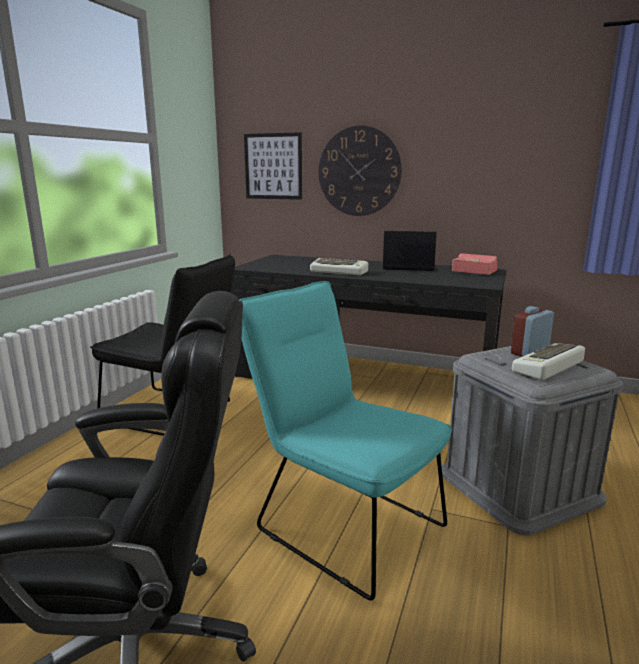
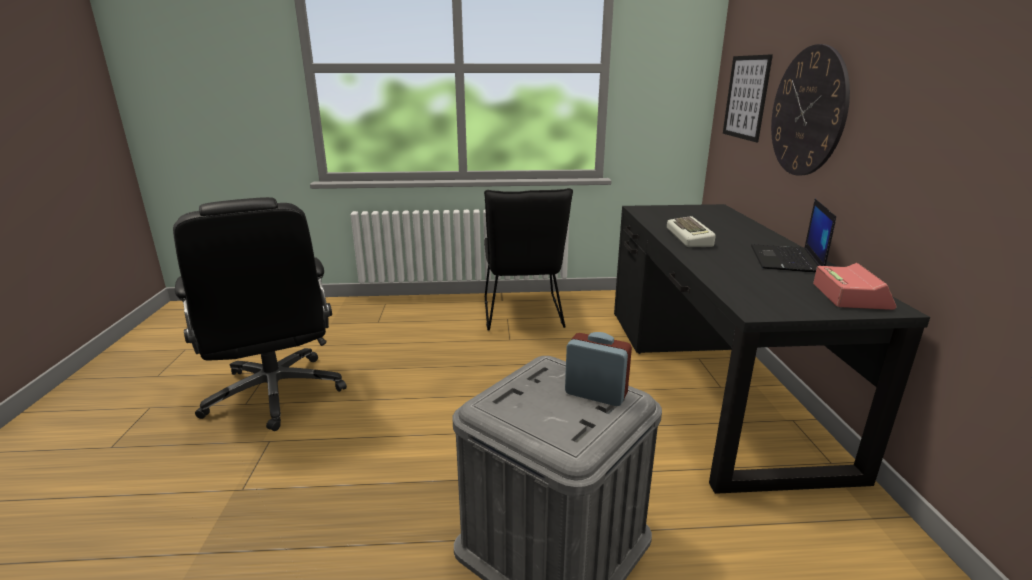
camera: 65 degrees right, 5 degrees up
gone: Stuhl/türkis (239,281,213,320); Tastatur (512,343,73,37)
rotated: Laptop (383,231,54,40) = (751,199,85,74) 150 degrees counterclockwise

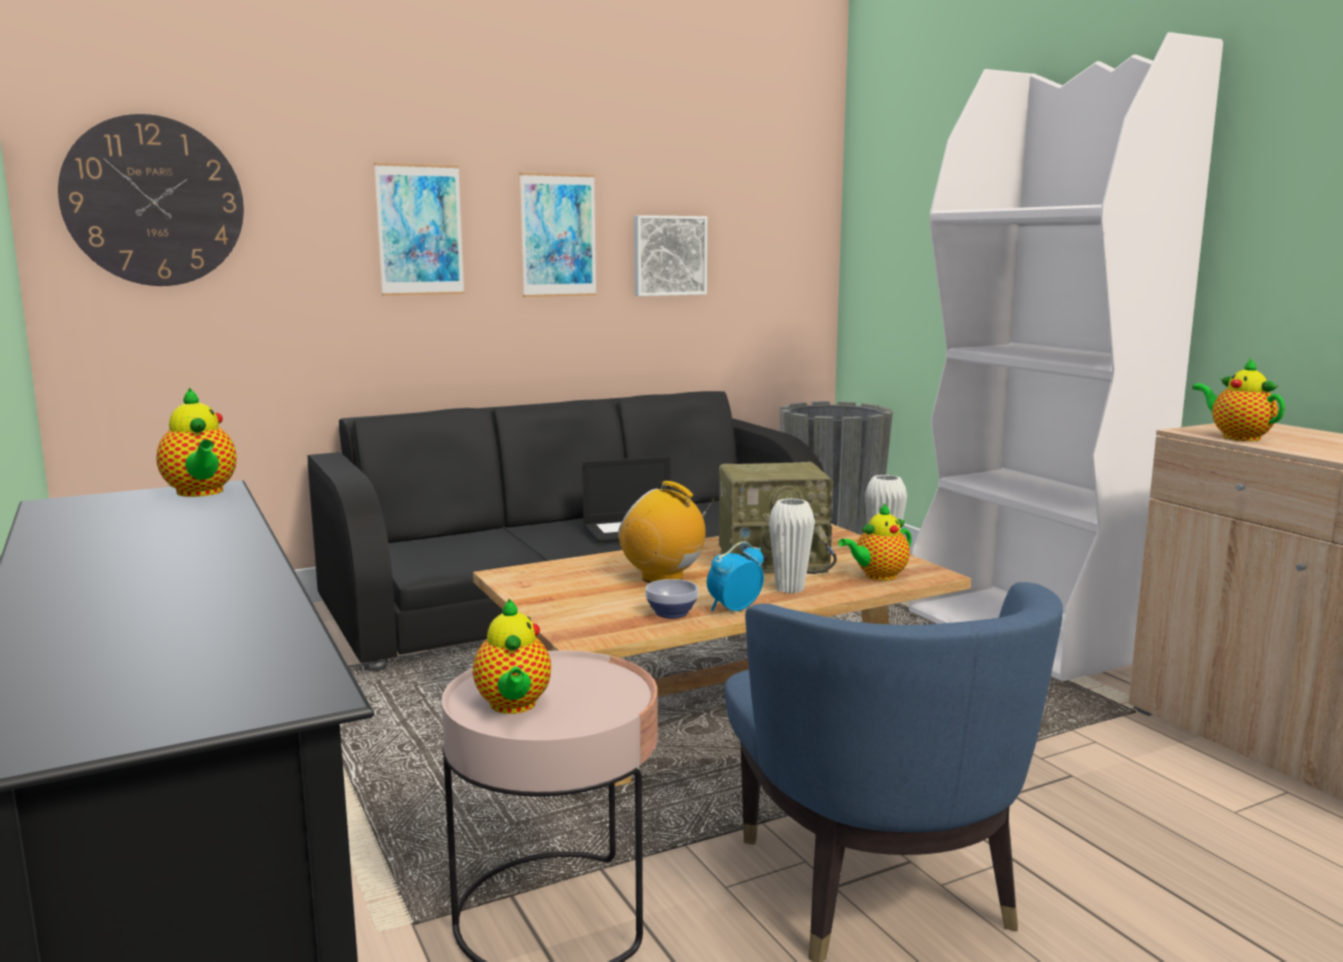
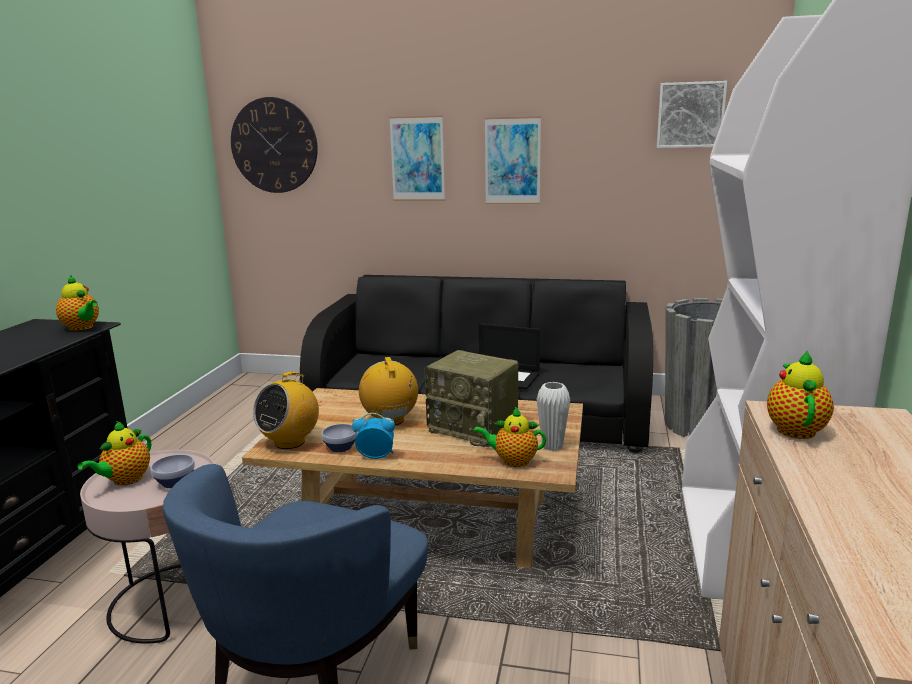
camera: 40 degrees right, 5 degrees up
gone: Vase/weiß (769,498,46,95)
new: Radio (253,372,66,77); Schüssel (150,454,45,34)
shifted: Bild (634,215,73,81) to (657,81,70,67)
rotated: Teekanne (156,387,81,110) = (56,276,43,55) 60 degrees counterclockwise

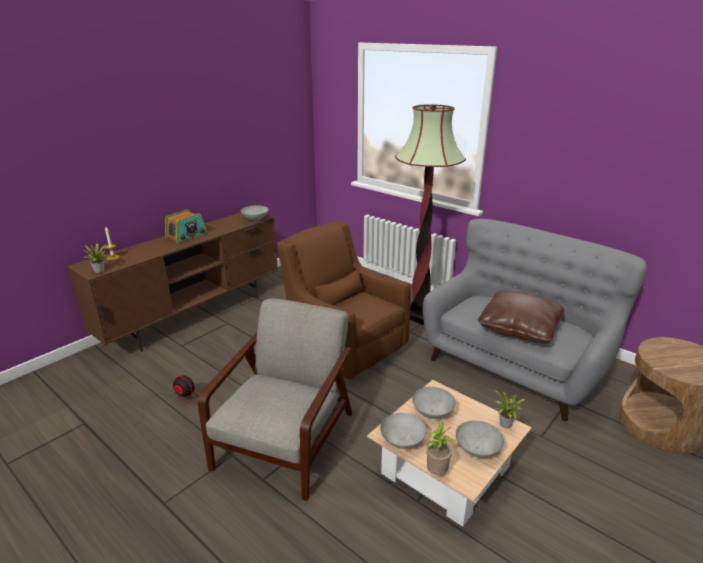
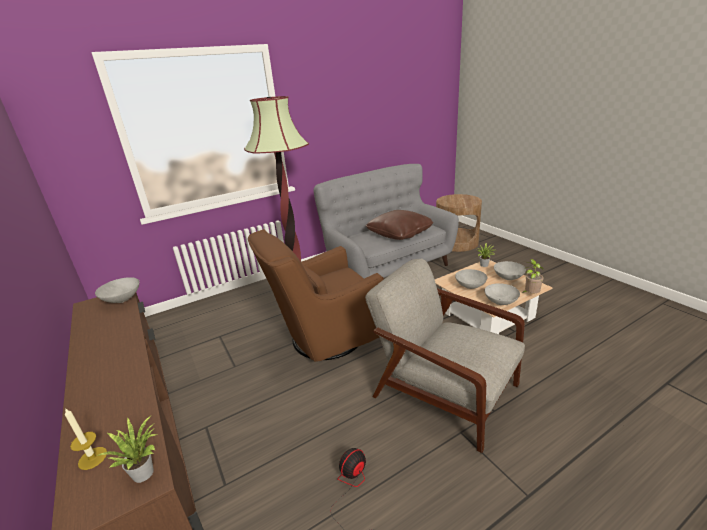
camera: 70 degrees left, 0 degrees up
gone: Radio (165,210,42,33)

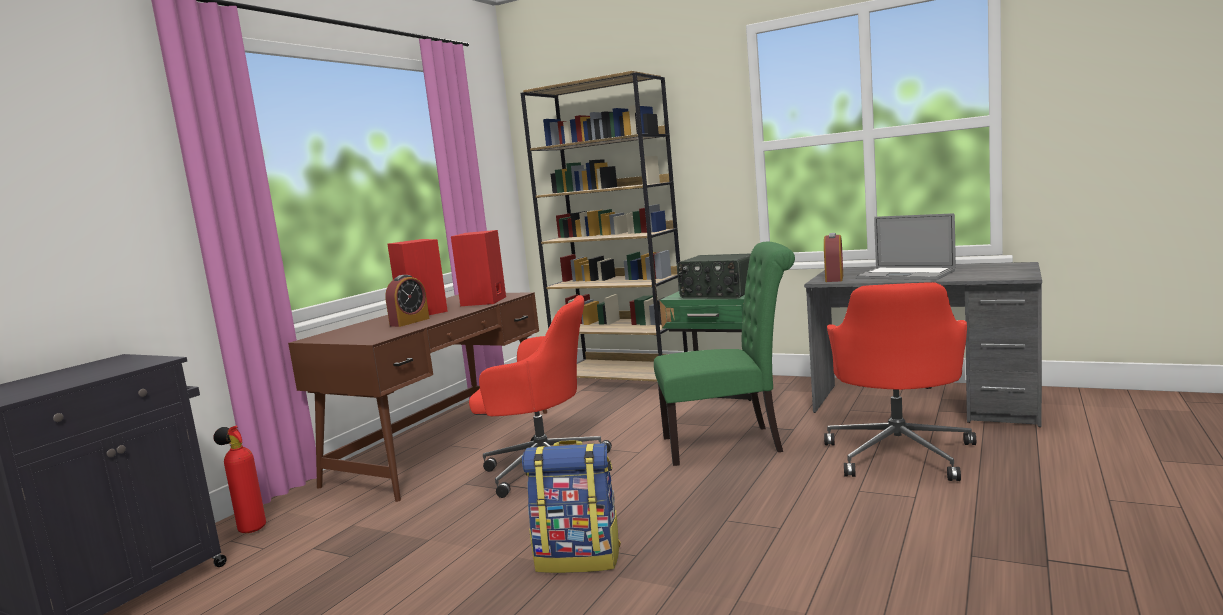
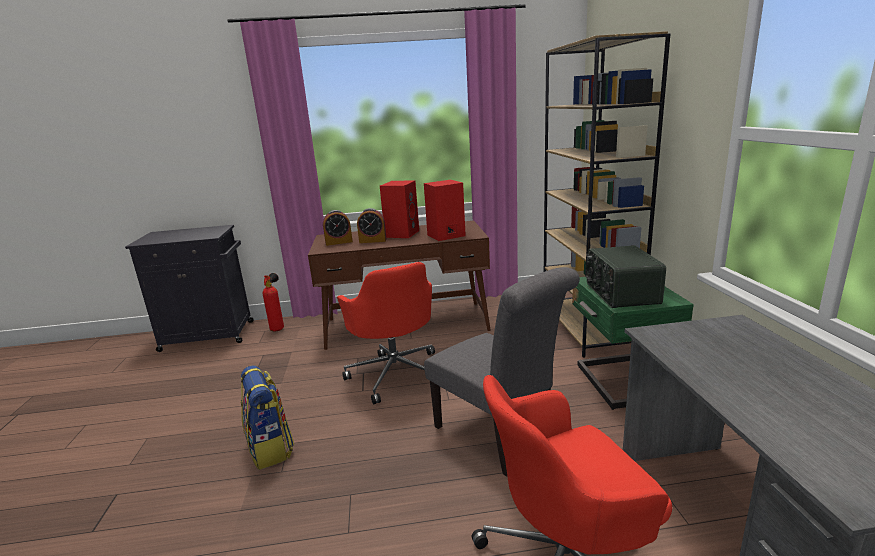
camera: 55 degrees right, 10 degrees up
gone: Laptop (856,213,100,67)
shifted: Wecker (824,233,19,49) to (323,210,30,36)
repainted: Stuhl/grün (654,242,141,224) to Stuhl/grau (424,267,156,210)

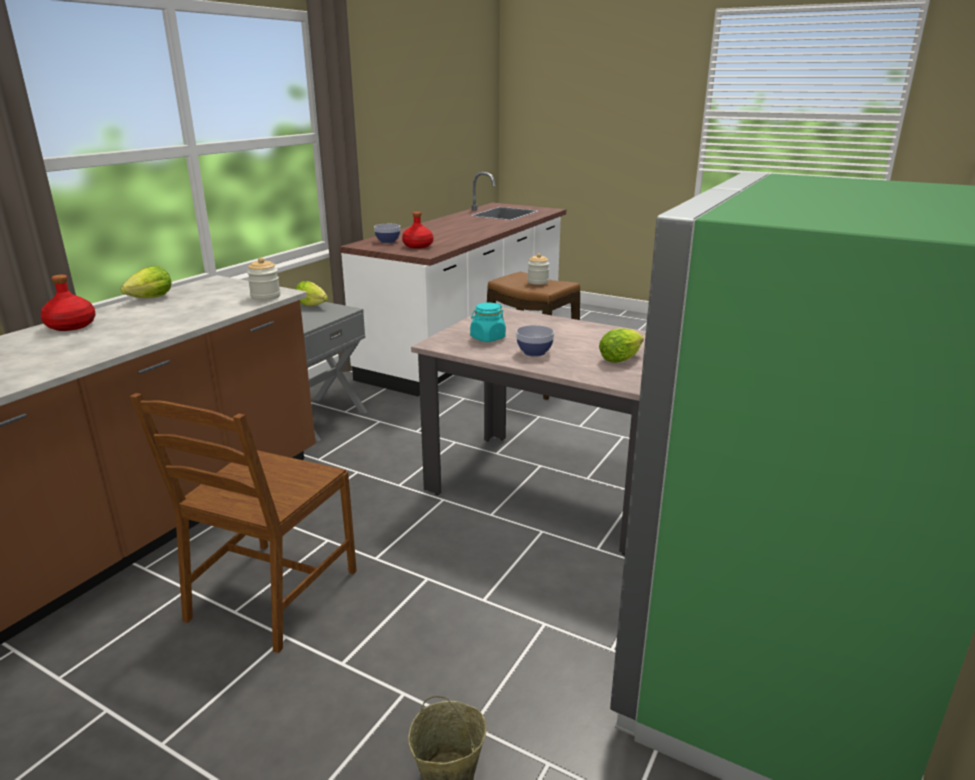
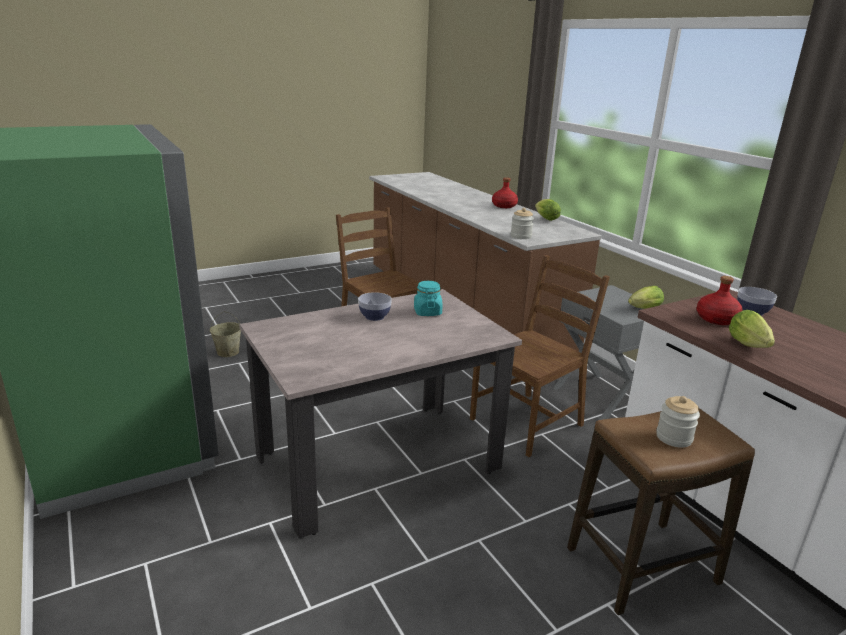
camera: 120 degrees right, 0 degrees up
new: Stuhl/braun (470,255,140,202)
shifted: Salatkopf (599,328,45,35) to (729,310,46,38)

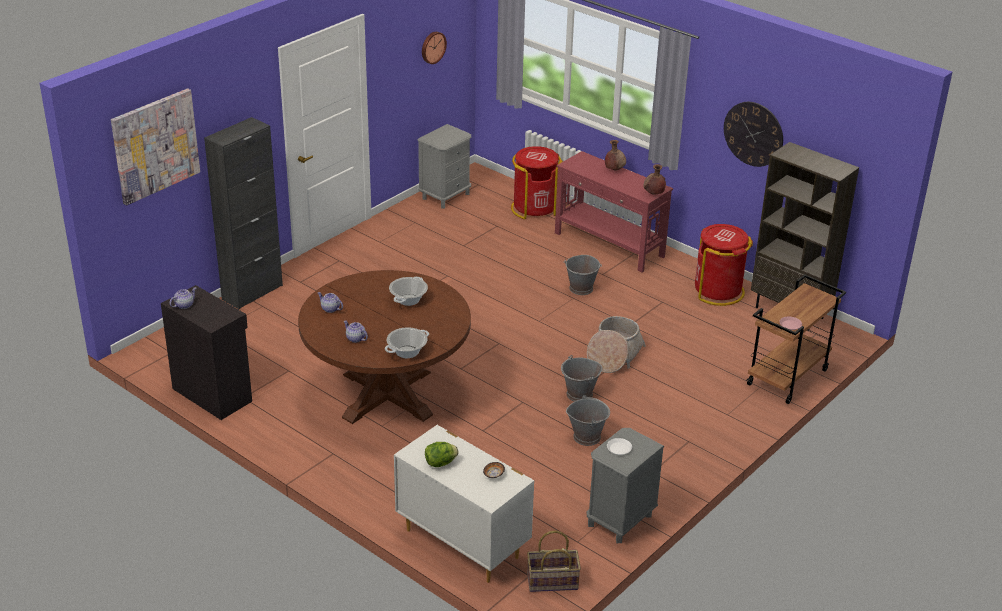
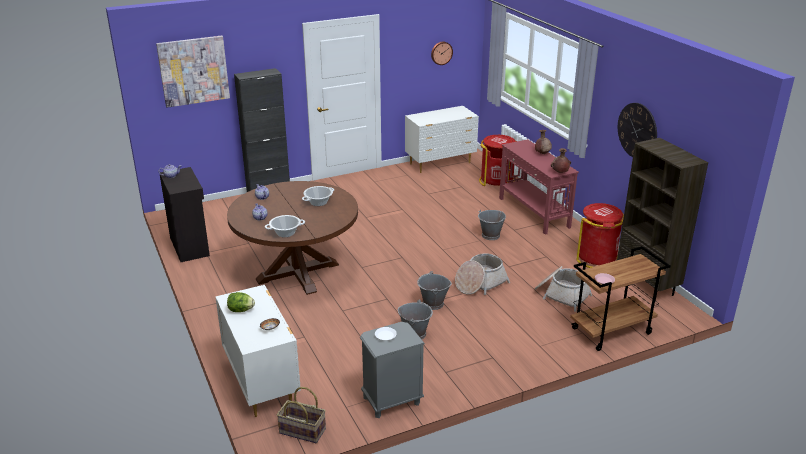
camera: 25 degrees right, 5 degrees down
new: Korb (535,266,57,46)
swapped: Nachttisch/grau (417,124,55,84) to Kommode/weiß (405,106,74,67)

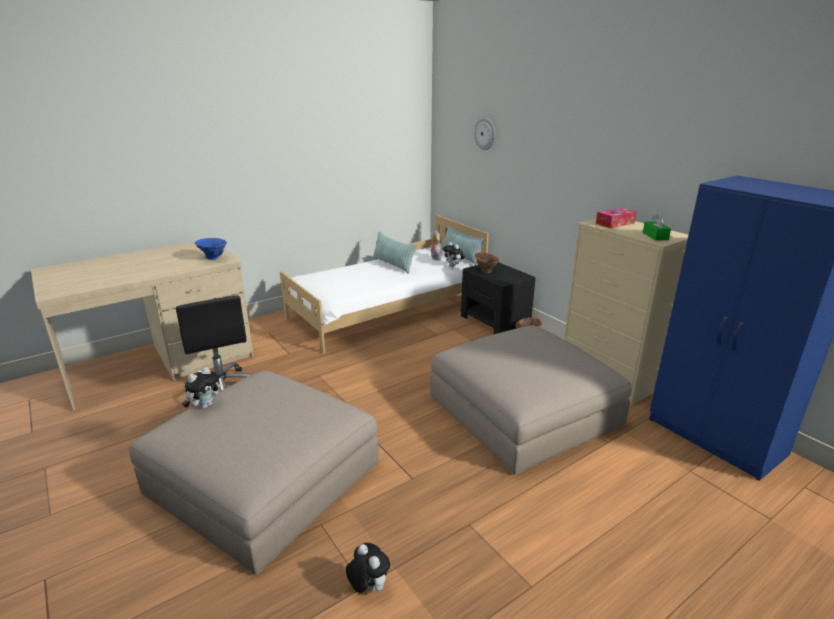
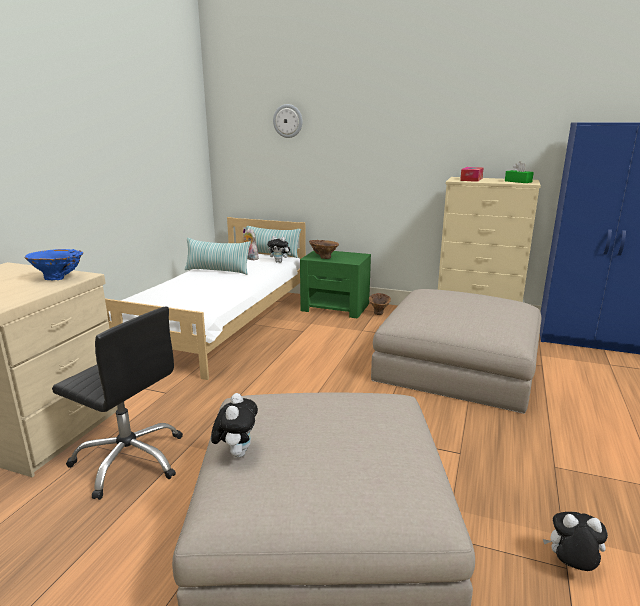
camera: 35 degrees left, 5 degrees down
repainted: Nachttisch/schwarz (461,262,75,72) to Nachttisch/grün (300,250,71,68)

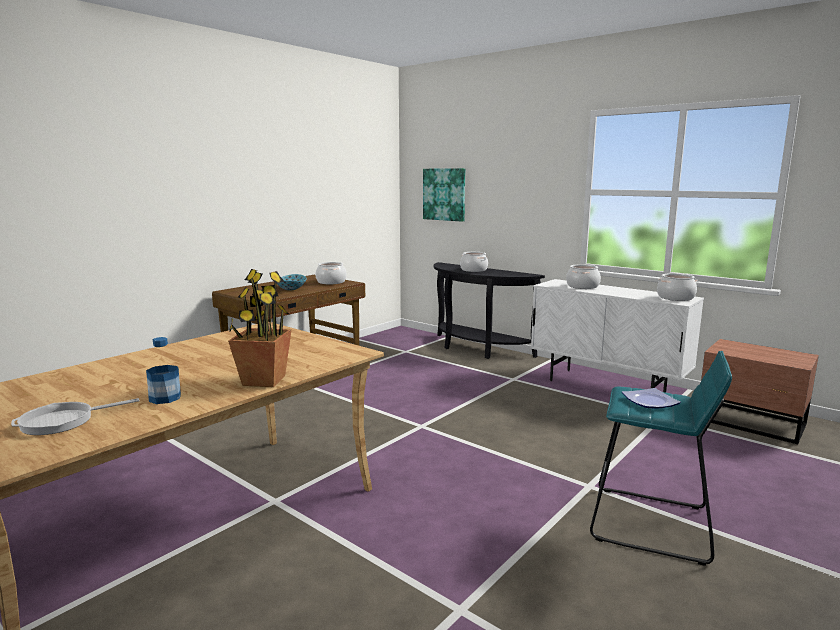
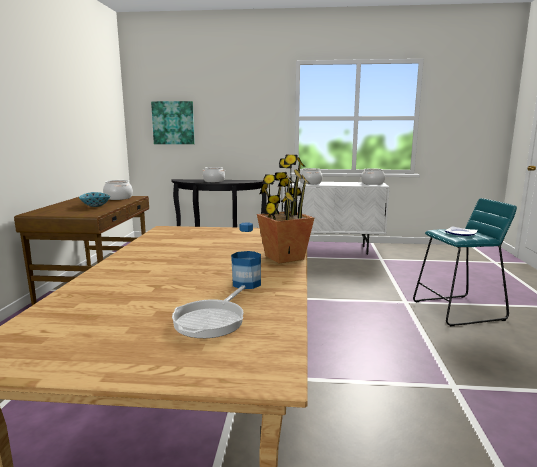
camera: 35 degrees left, 0 degrees up
gone: Nachttisch/braun (701,339,118,105)

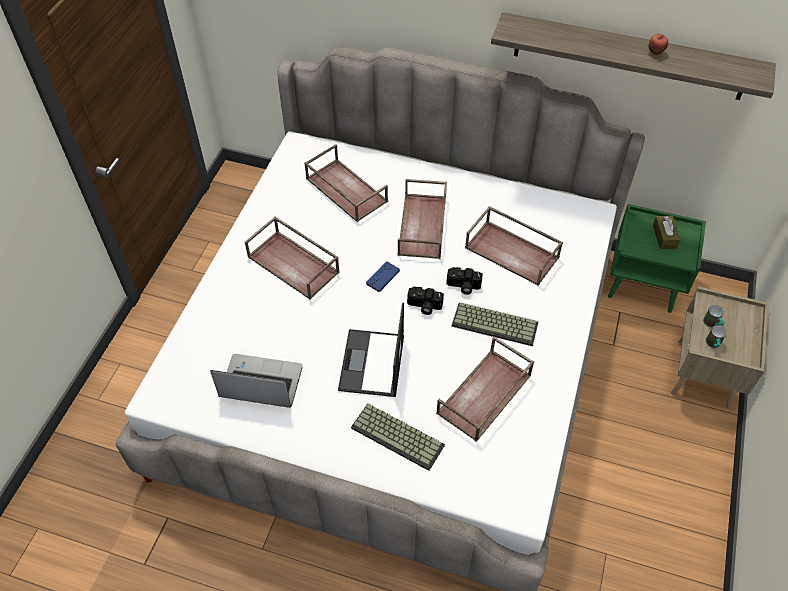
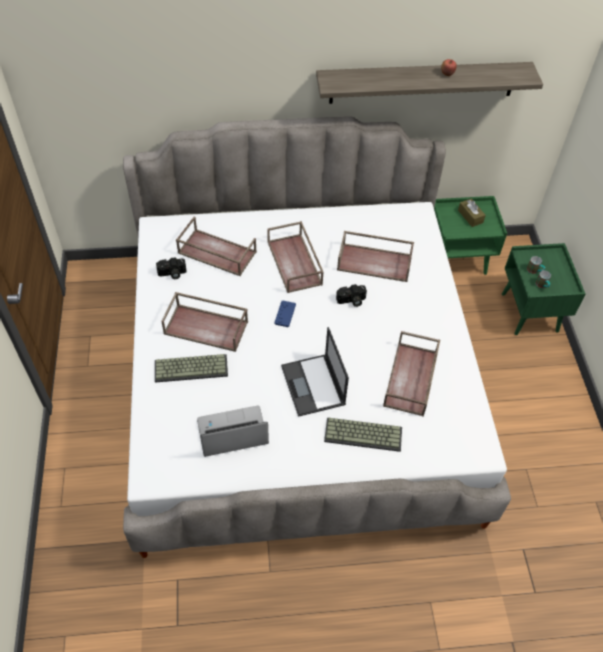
camera: 25 degrees left, 0 degrees up
shifted: Kamera (407,287,37,28) to (156,257,31,22); Tastatur (452,302,86,44) to (155,354,73,29)
repainted: Nachttisch/beige (671,286,98,123) to Nachttisch/grün (502,243,83,92)

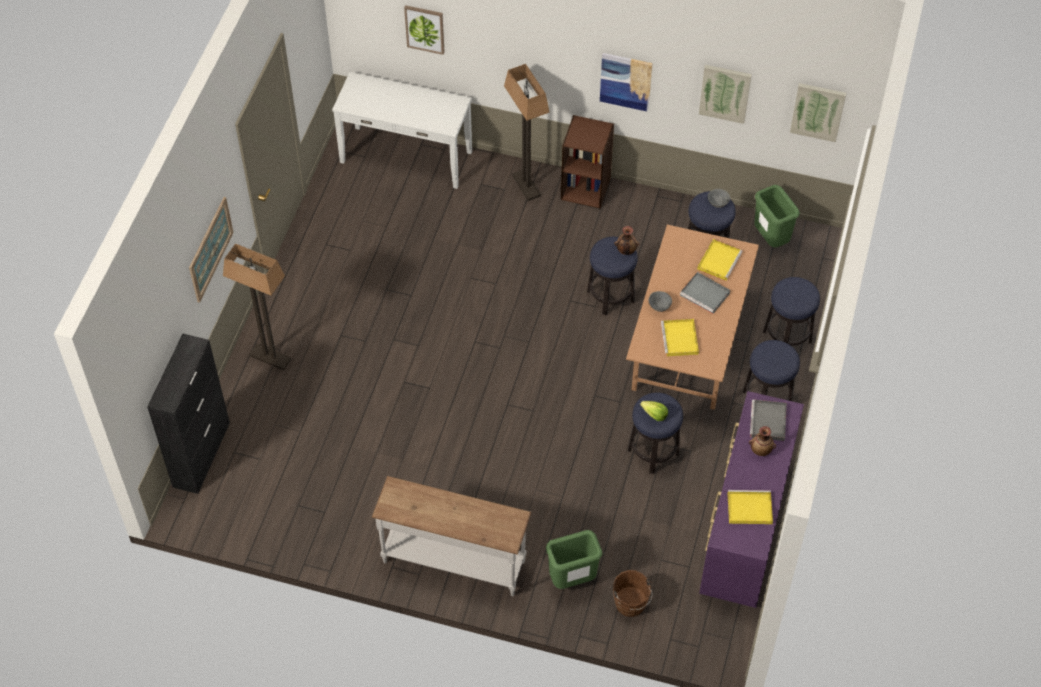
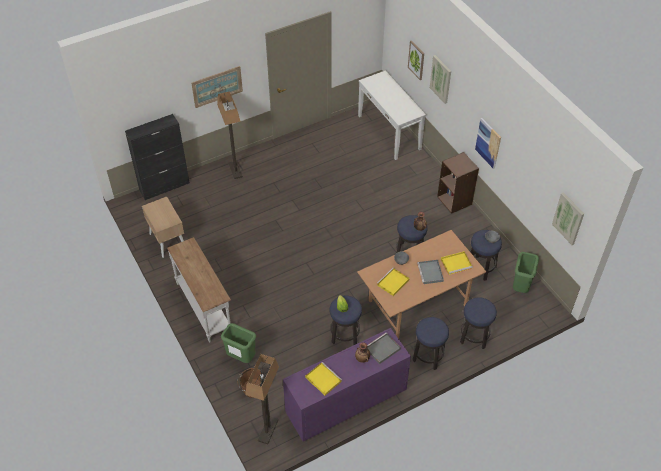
camera: 45 degrees right, 5 degrees down
new: Nachttisch/beige (142,197,42,61)
shifted: Stehlampe (504,64,46,137) to (245,354,34,90); Bild (699,65,53,59) to (430,55,21,49)

